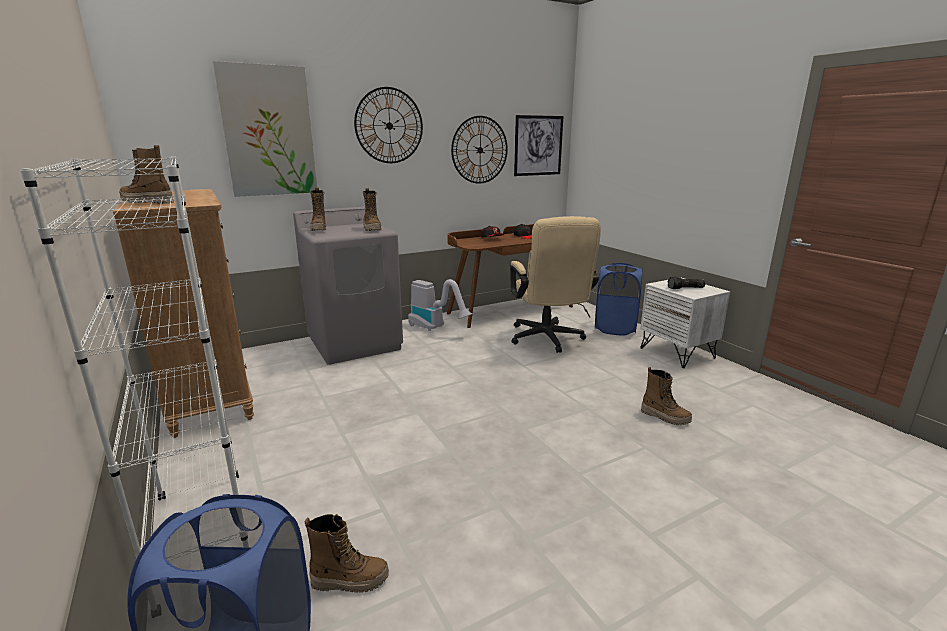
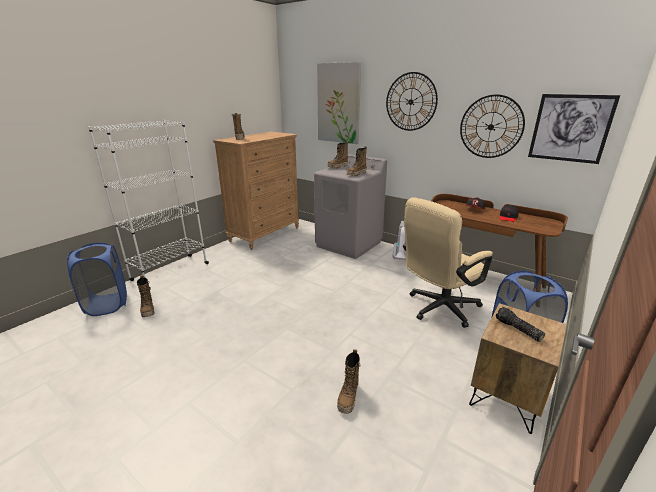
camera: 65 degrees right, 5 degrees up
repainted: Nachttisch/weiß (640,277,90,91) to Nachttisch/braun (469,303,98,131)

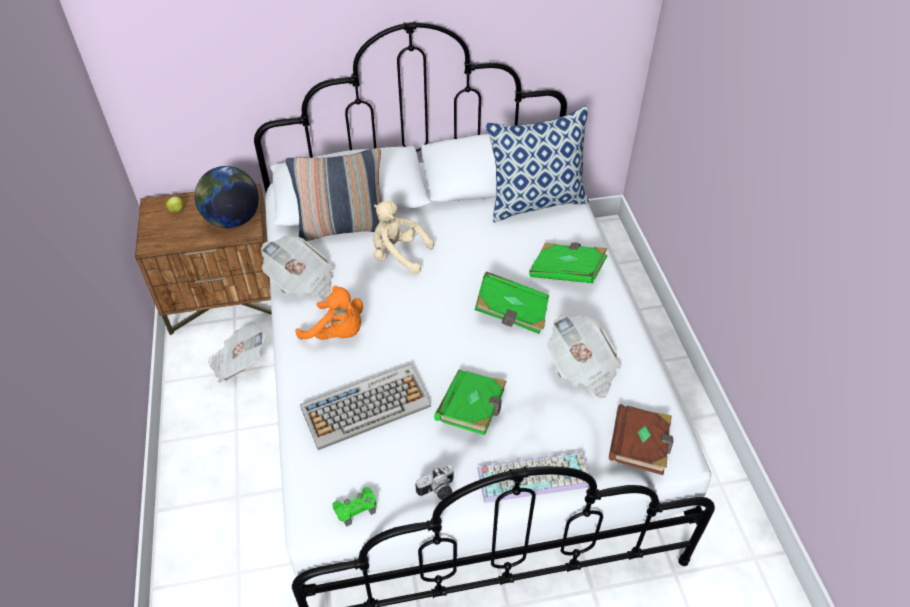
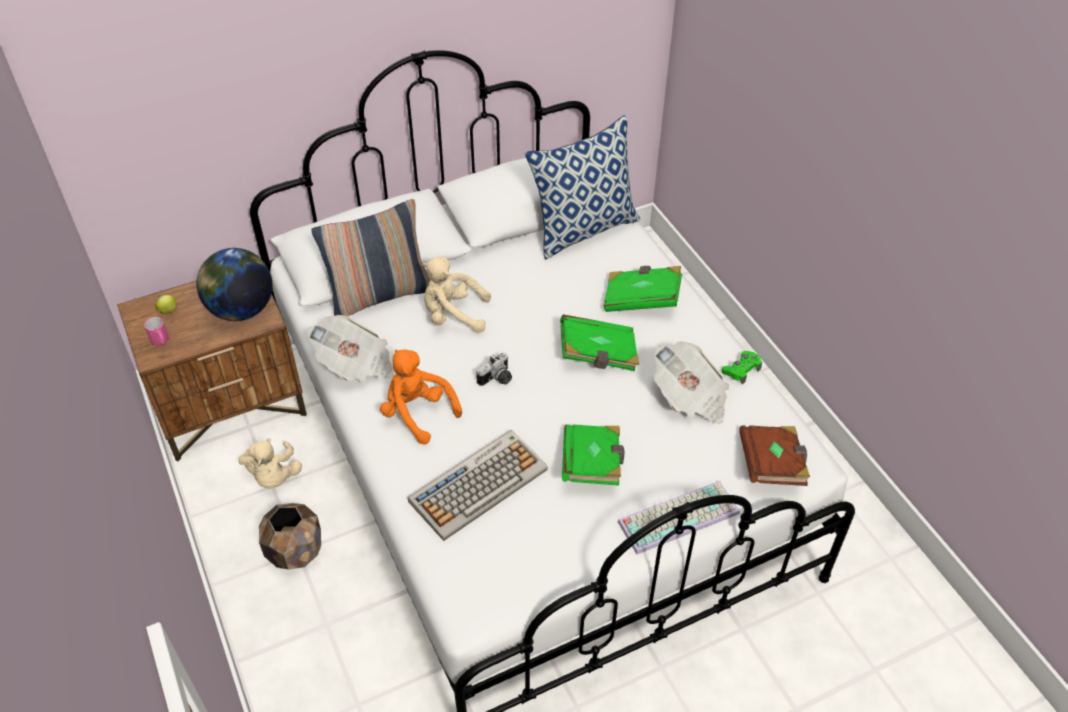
camera: 15 degrees left, 0 degrees up
new: Henkelbecher/rosa (144,317,25,29); Pflanzkübel/braun (259,503,62,67)
shifted: Kamera (415,465,39,35) to (476,352,36,34); Gamepad/grün (332,487,44,40) to (722,351,40,33)
swapped: Zeitung (208,324,57,59) to Plüschtier/beige (238,438,64,51)
rotated: Plüschtier/orange (296,286,67,54) = (380,349,82,96) 150 degrees counterclockwise

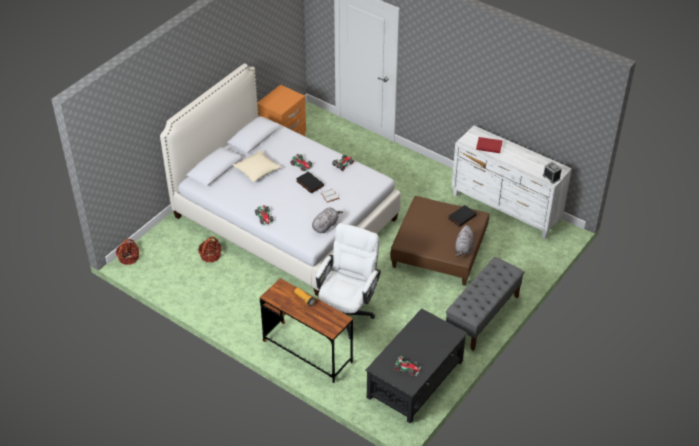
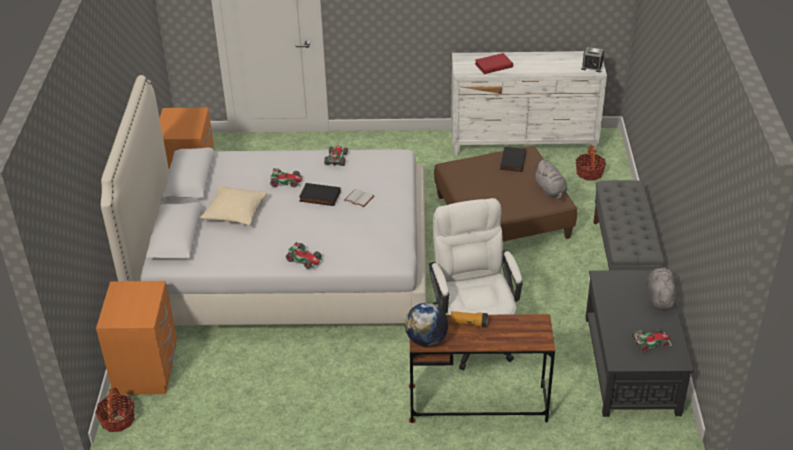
camera: 35 degrees left, 5 degrees down
new: Nachttisch/orange (96,281,81,114); Globus (404,303,44,44)
shifted: Plüschtier/grau (312,207,31,26) to (646,267,30,43); Korb (198,237,23,25) to (576,145,30,36)

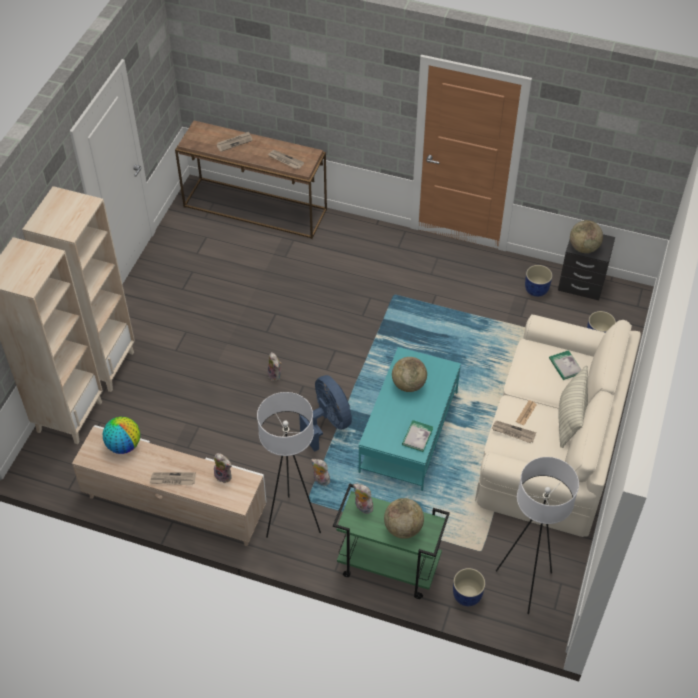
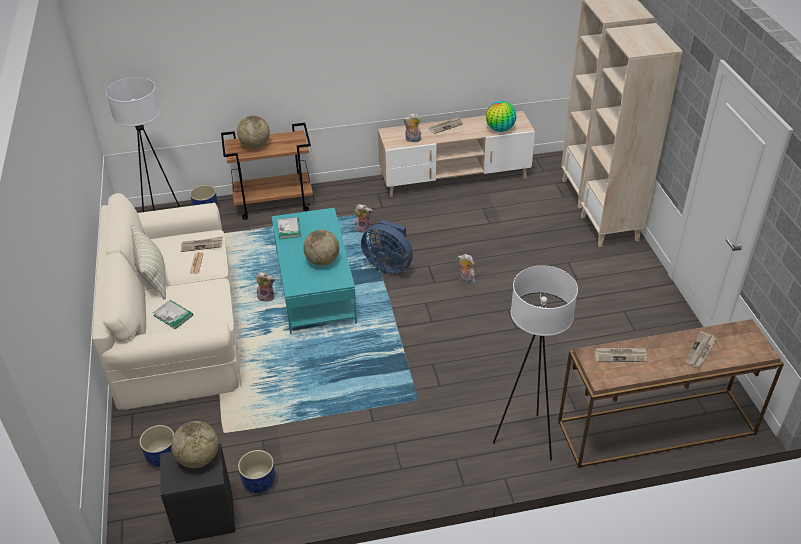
camera: 150 degrees right, 10 degrees down
shifted: Stehlampe/weiß (257,392,64,146) to (493,265,85,195); Plüschtier (353,484,20,30) to (256,272,19,30)
repainted: Rollwagen/grün (333,483,117,116) to Rollwagen/braun (221,123,92,97)

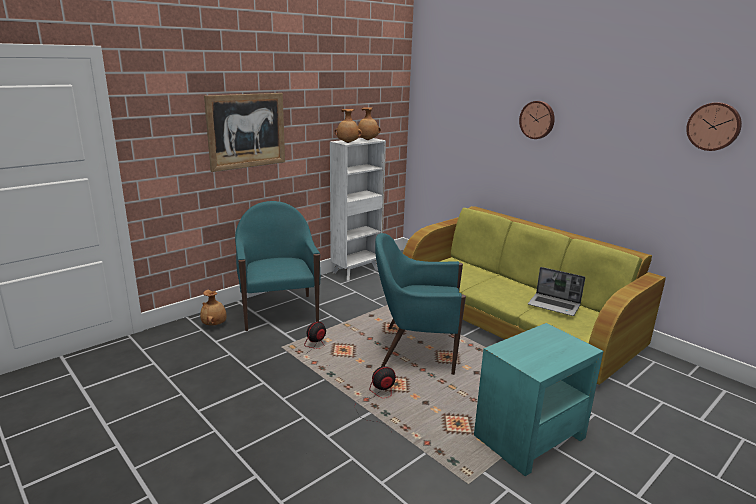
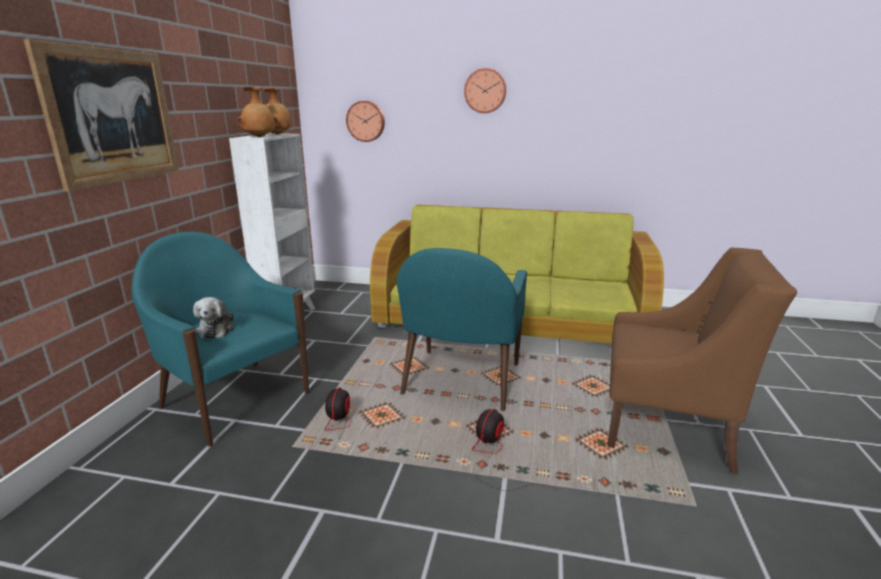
camera: 35 degrees left, 0 degrees up
gone: Laptop (528,267,57,49); Vase/braun (200,290,27,36)
new: Plüschtier (193,297,41,42)
shifted: Wanduhr (686,102,56,49) to (346,101,39,41)
swapped: Beistelltisch/türkis (474,323,129,153) to Sessel/braun (608,247,189,227)
rotated: Sessel/türkis (375,233,91,142) = (397,248,130,163) 45 degrees counterclockwise

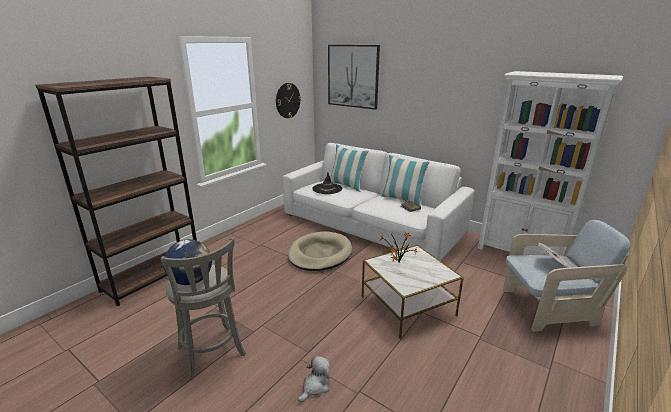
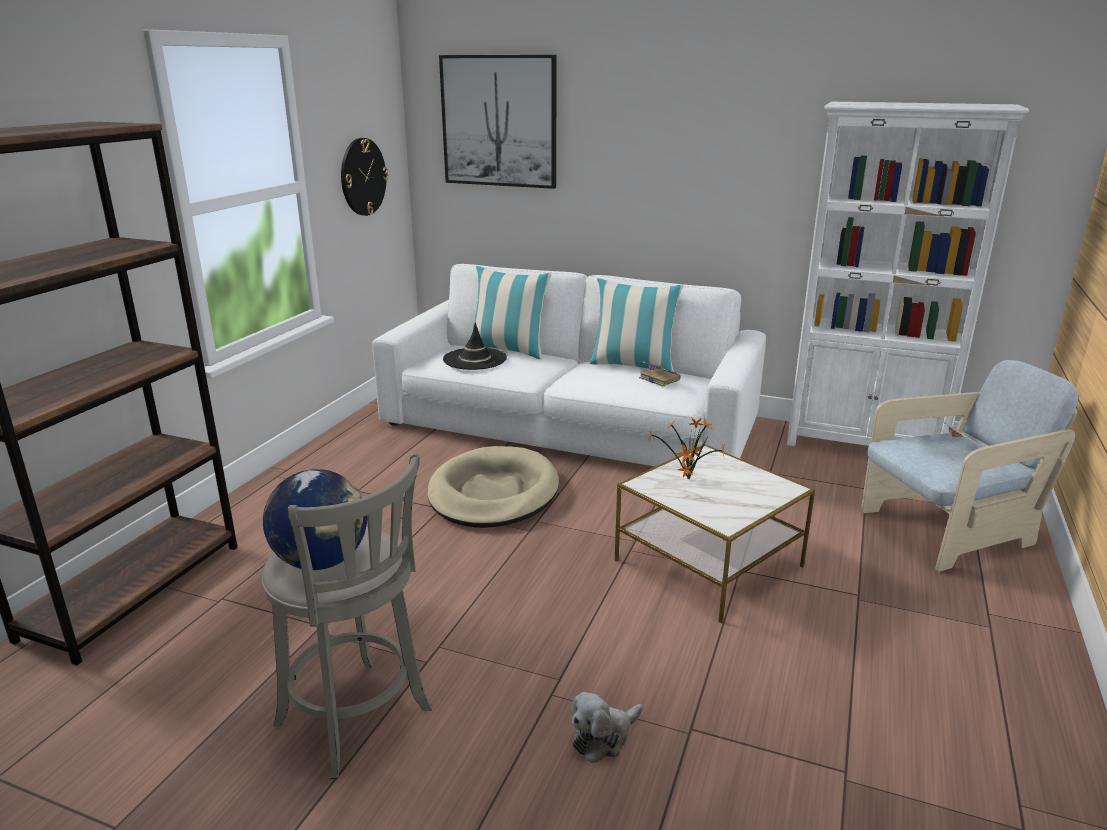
camera: 15 degrees left, 0 degrees up
rotated: Plüschtier (298,355,33,47) = (571,692,72,71) 150 degrees counterclockwise

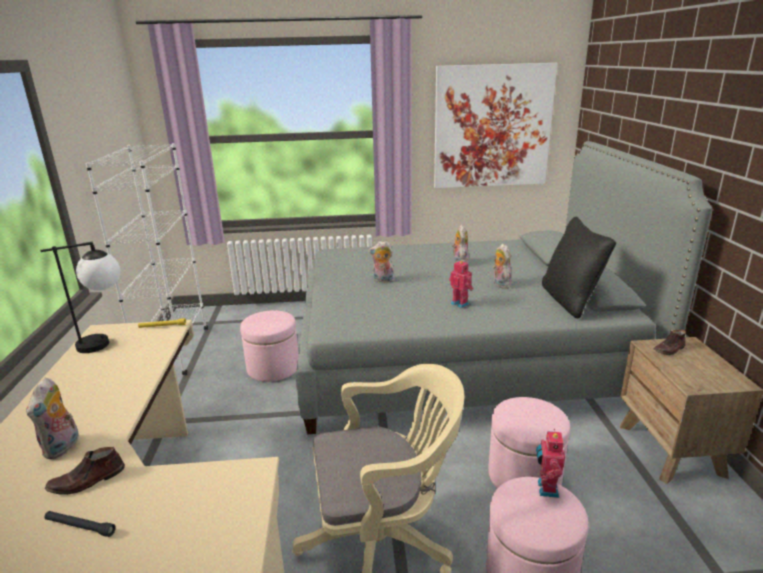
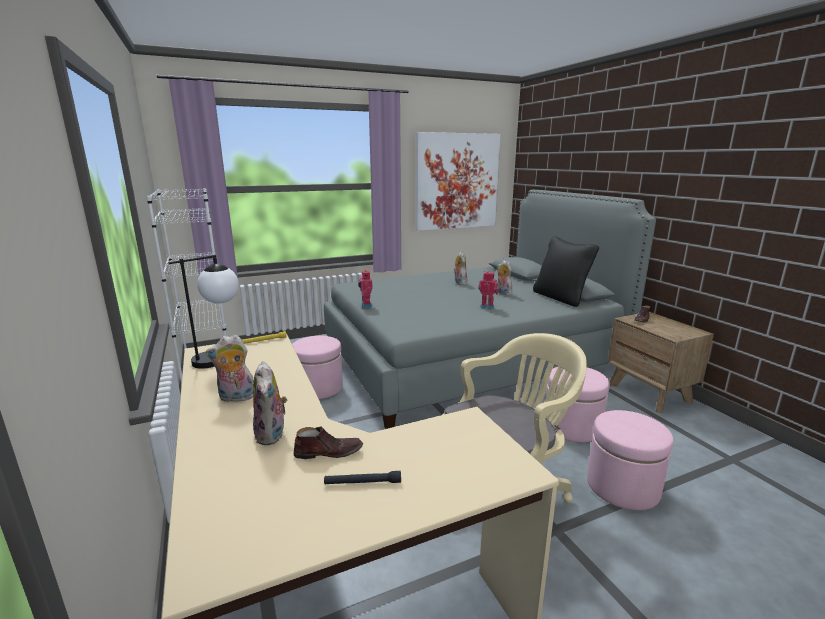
camera: 20 degrees left, 5 degrees down
shifted: Plüschtier (369,241,26,42) to (206,335,47,67); Spielzeugroboter (536,429,29,69) to (358,269,15,38)
rotated: Schuh/braun (45,447,80,48) = (294,426,69,33) 135 degrees counterclockwise

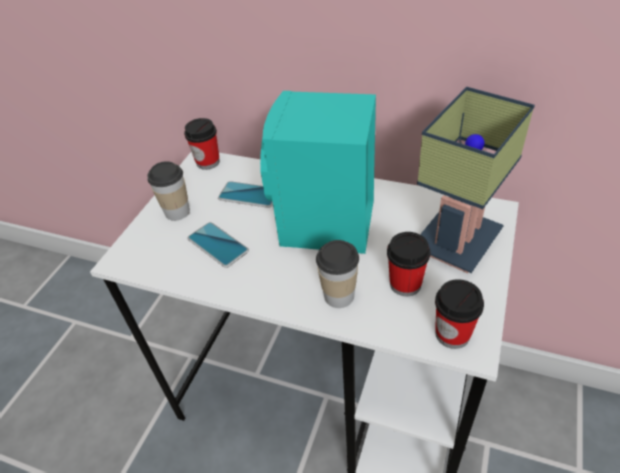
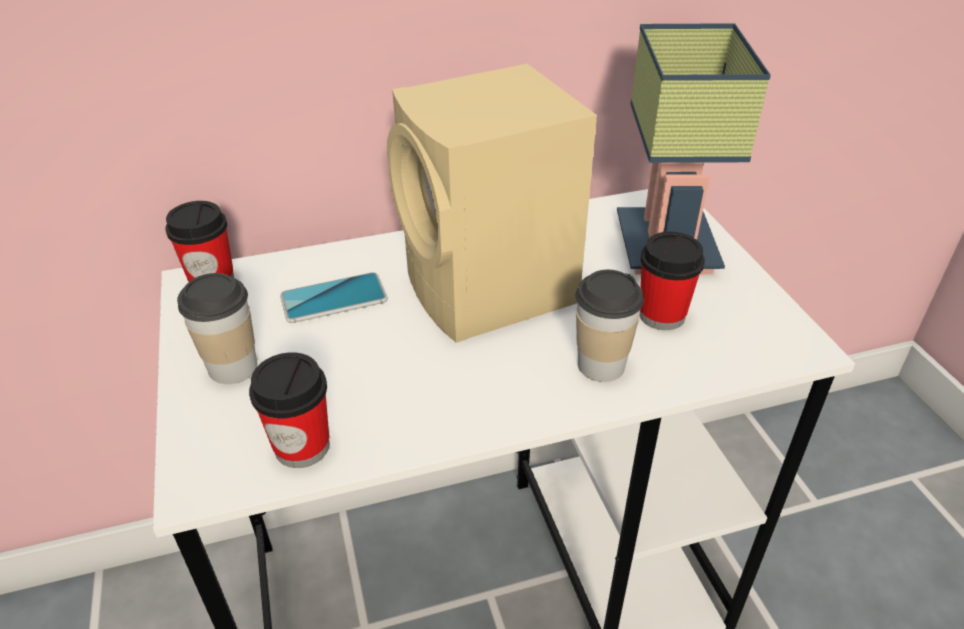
camera: 40 degrees left, 5 degrees down
gone: Handy (188,222,61,46)
shifted: Tasse (435,279,49,70) to (249,353,81,115)
repainted: Lautsprecher/türkis (260,91,116,163) to Lautsprecher/beige (387,64,210,279)

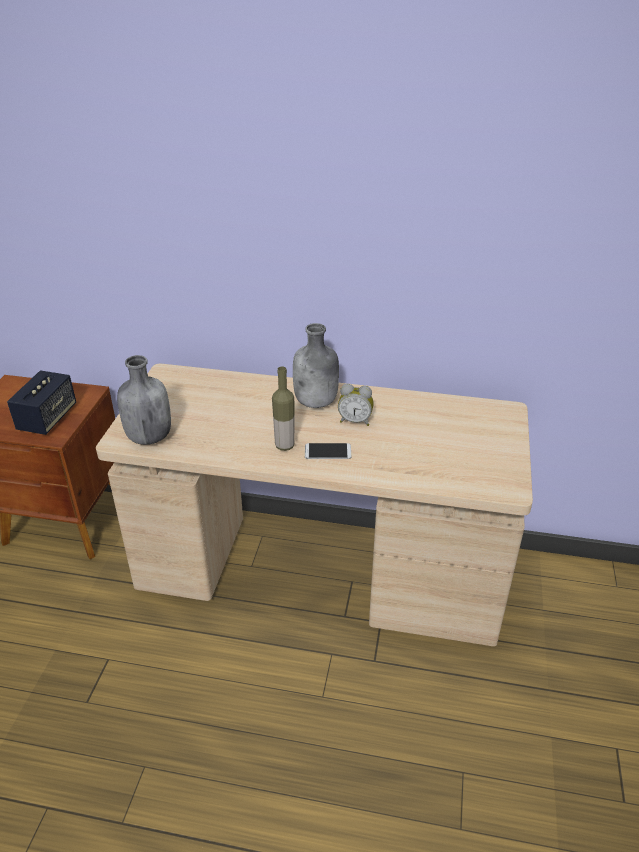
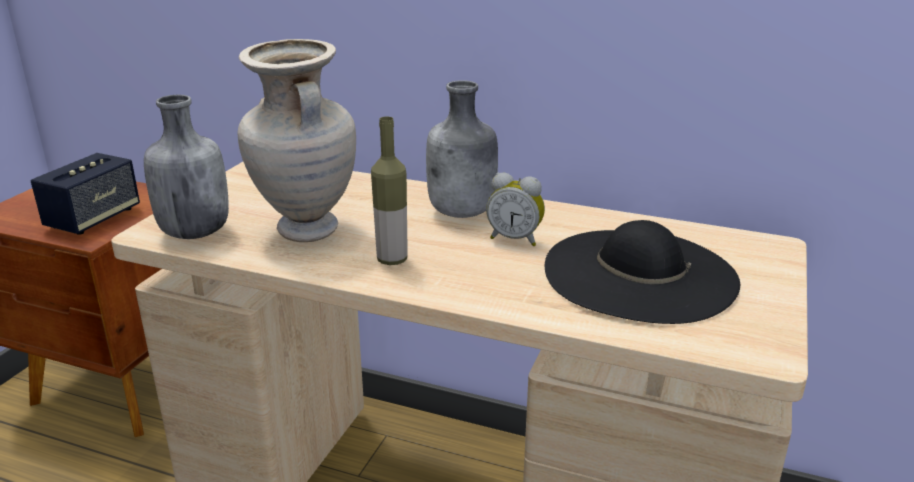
camera: 10 degrees right, 10 degrees down
gone: Handy (305,443,46,16)
new: Vase/beige (237,39,119,203); Hut/schwarz (545,220,195,104)

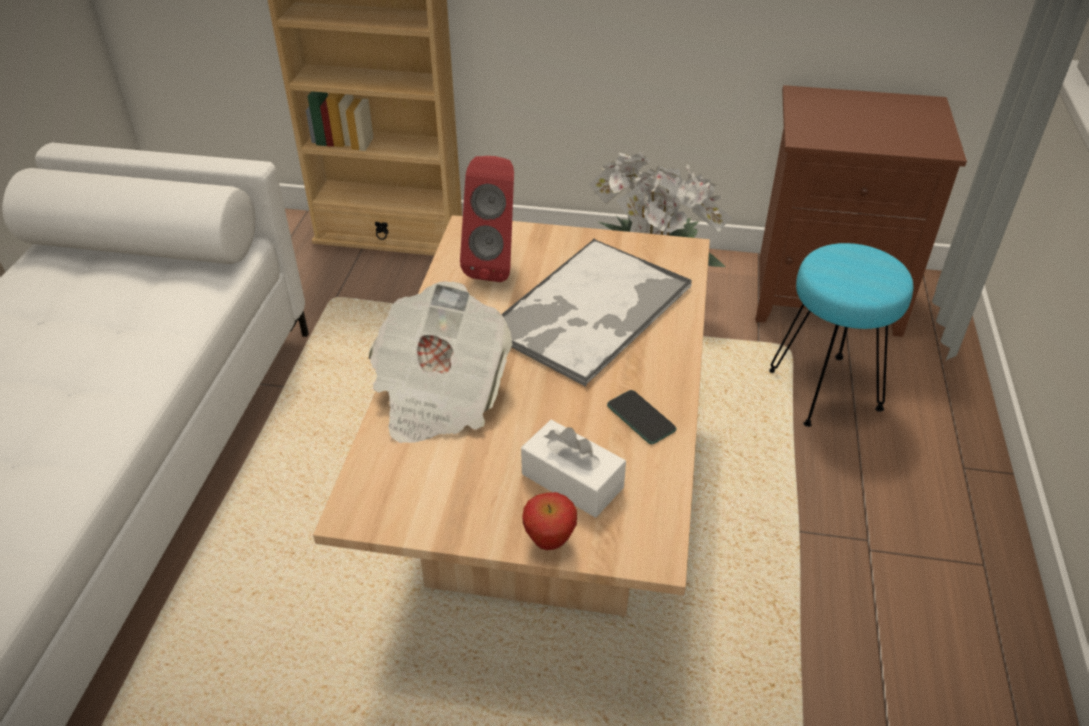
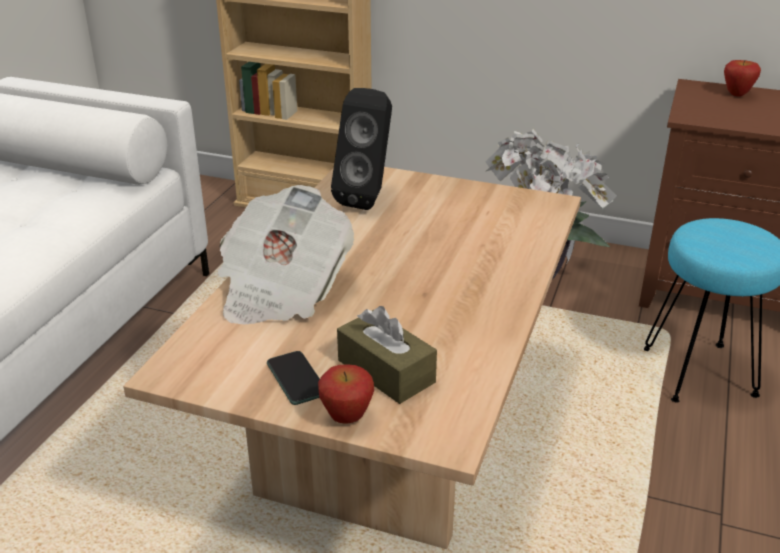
camera: 10 degrees right, 10 degrees down
gone: Tablett (501,238,191,149)
new: Apfel (724,60,37,37)
shifted: Handy (607,390,70,54) to (267,351,53,54)
repainted: Lautsprecher/rot (460,156,54,126) to Lautsprecher/schwarz (331,88,61,122); Taschentuchbox/weiß (521,420,105,97) to Taschentuchbox/braun (337,306,100,98)

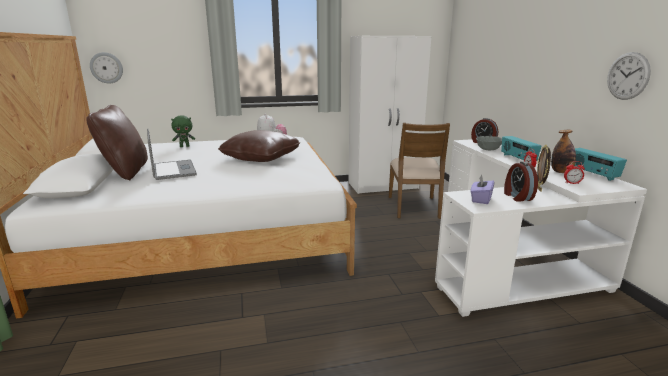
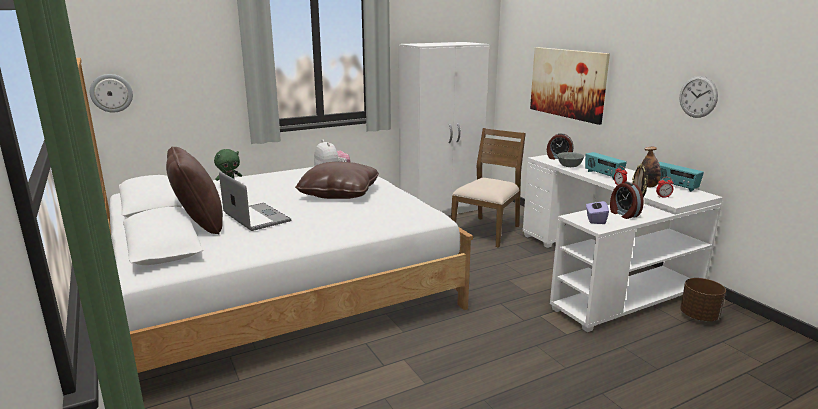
camera: 15 degrees left, 0 degrees up
new: Bild (530,47,80,78); Pflanzkübel/braun (680,278,46,43)
rotated: Stuhl/braun (389,123,61,96) = (451,128,75,120) 135 degrees counterclockwise

